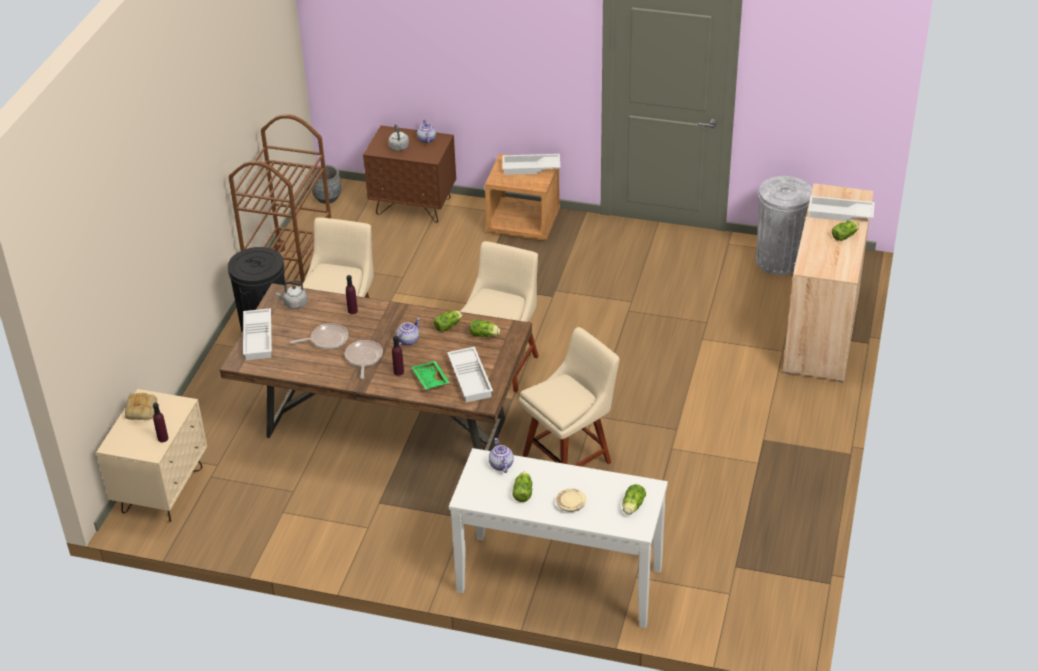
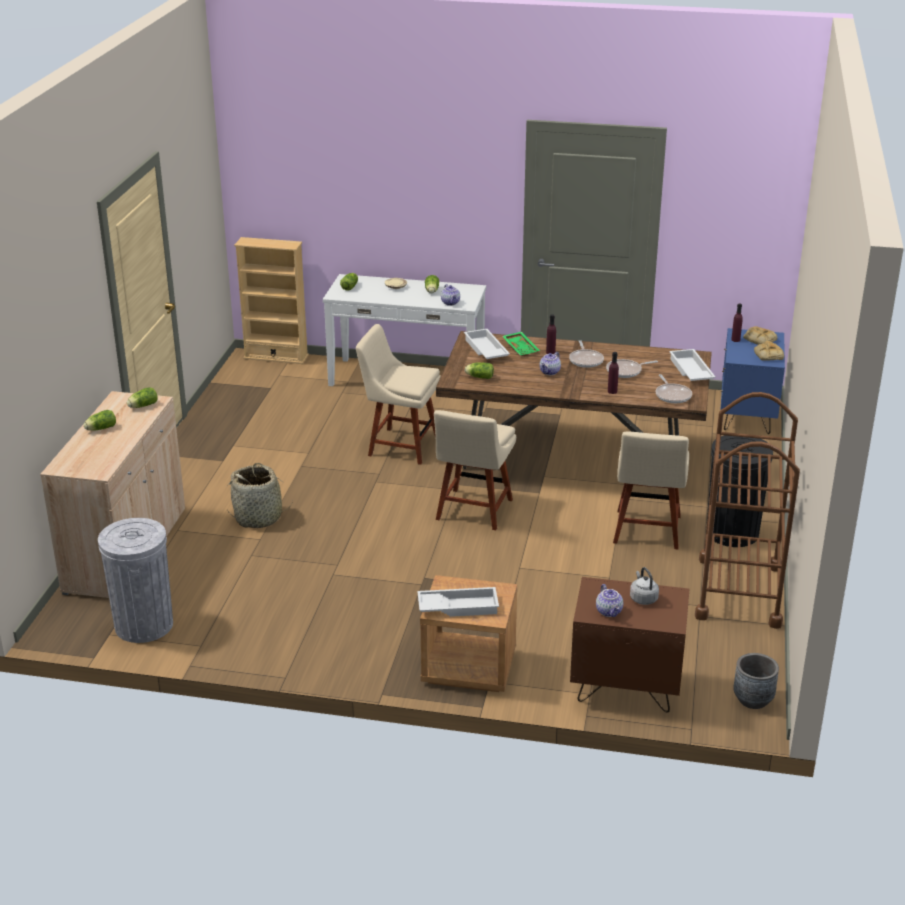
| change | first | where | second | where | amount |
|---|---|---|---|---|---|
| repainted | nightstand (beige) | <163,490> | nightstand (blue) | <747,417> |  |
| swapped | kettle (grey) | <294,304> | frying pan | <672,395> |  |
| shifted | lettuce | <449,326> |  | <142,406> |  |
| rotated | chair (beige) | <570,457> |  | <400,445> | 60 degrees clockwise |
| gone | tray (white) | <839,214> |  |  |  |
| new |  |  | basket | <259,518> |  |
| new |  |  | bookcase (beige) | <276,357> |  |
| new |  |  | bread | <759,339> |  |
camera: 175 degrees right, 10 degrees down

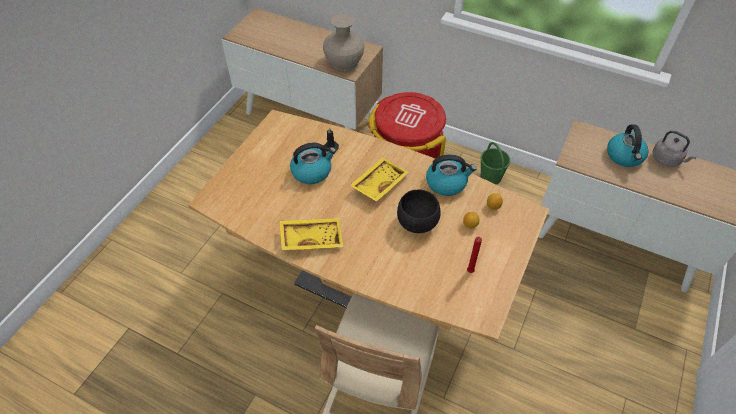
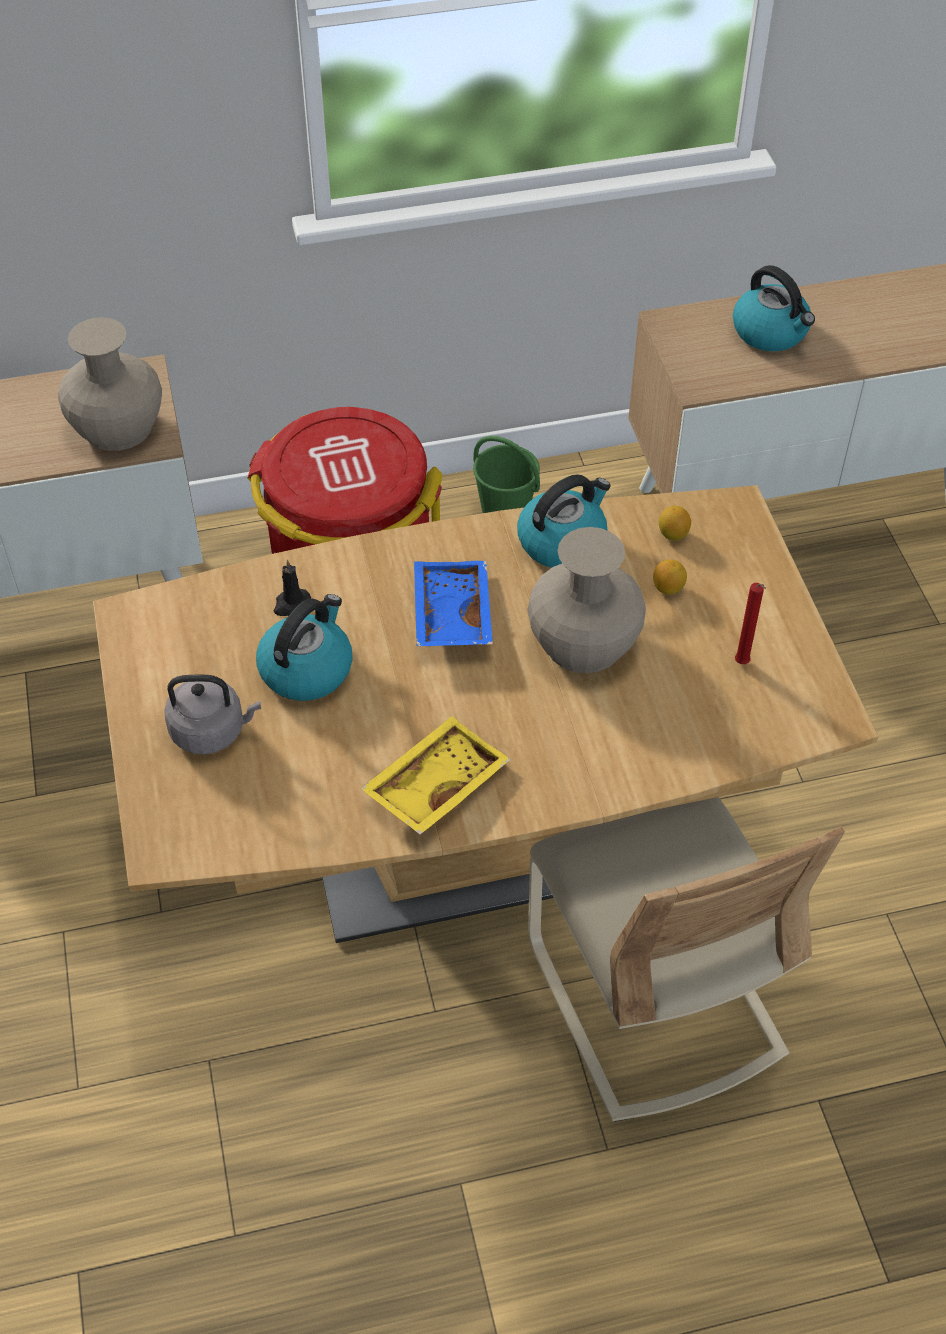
| change | first | where | second | where | amount |
|---|---|---|---|---|---|
| repainted | tray (yellow) | <378,183> | tray (blue) | <449,614> |  |
| swapped | bowl (black) | <416,224> | vase (beige) | <583,642> |  |
| shifted | kettle (grey) | <667,160> |  | <212,731> |  |
camera: 40 degrees left, 0 degrees up

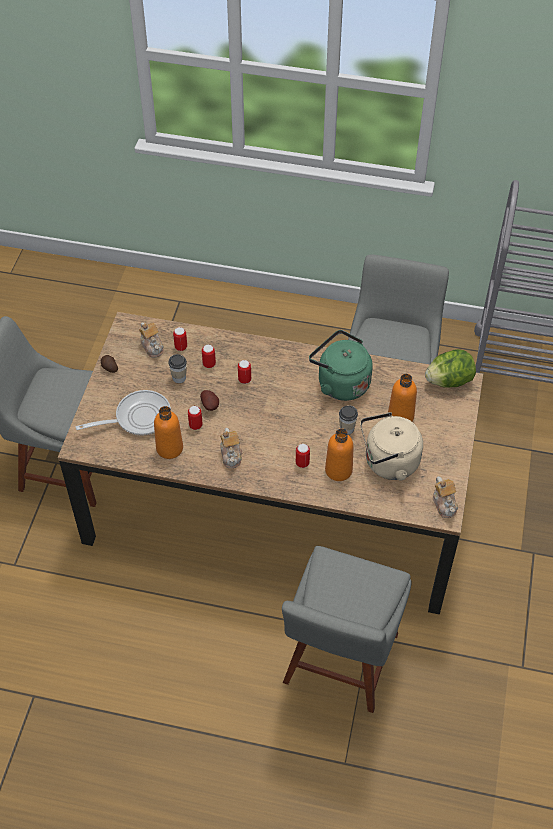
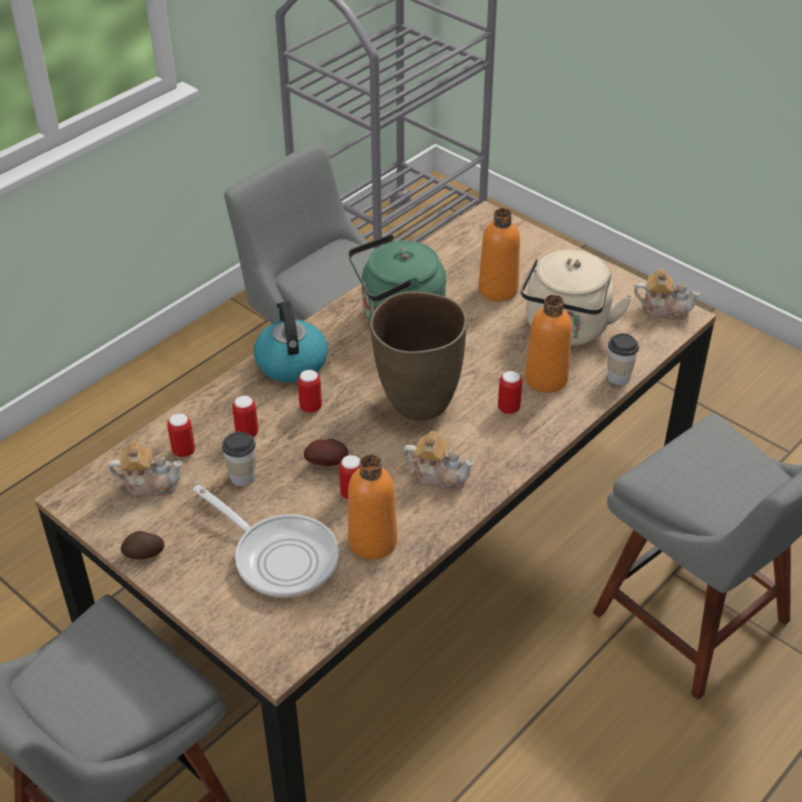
| change | first | where | second | where | amount |
|---|---|---|---|---|---|
| rotated | frying pan | <138,417> |  | <280,557> | 120 degrees clockwise |
| shifted | cup | <347,429> |  | <618,377> |  |
| gone | lettuce | <449,381> |  |  |  |
| new |  |  | kettle | <291,362> |  |
| new |  |  | vase (brown) | <418,403> |  |
camera: 60 degrees left, 10 degrees down

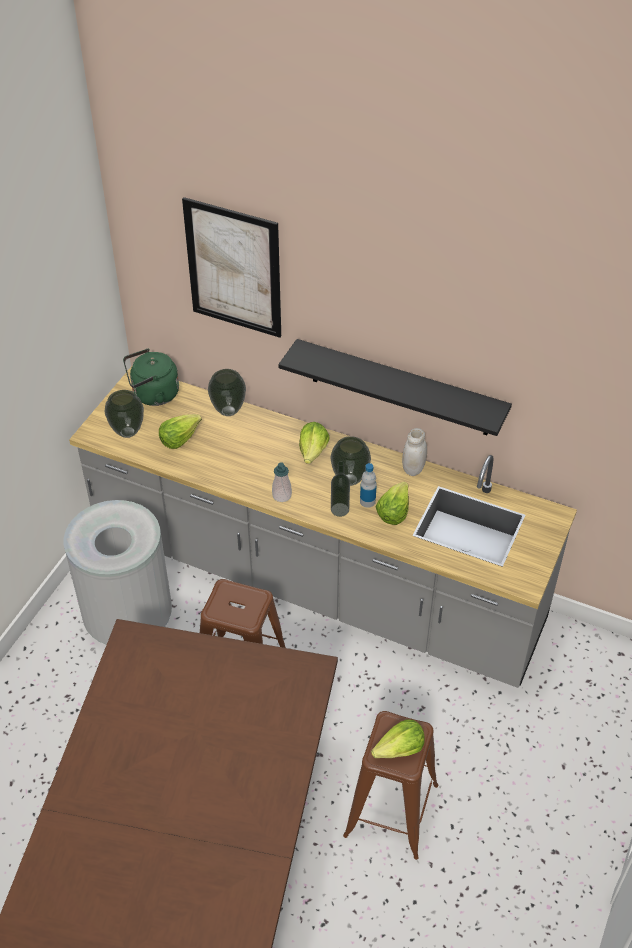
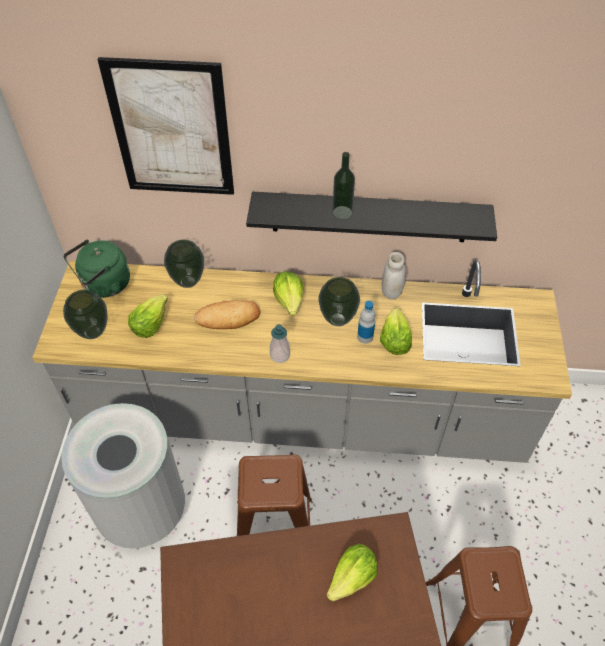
| change | first | where | second | where | amount |
|---|---|---|---|---|---|
| shifted | bottle | <339,509> |  | <342,212> |  |
| shifted | lettuce | <399,749> |  | <352,578> |  |
| new |  |  | bread | <228,318> |  |
camera: 20 degrees left, 5 degrees up

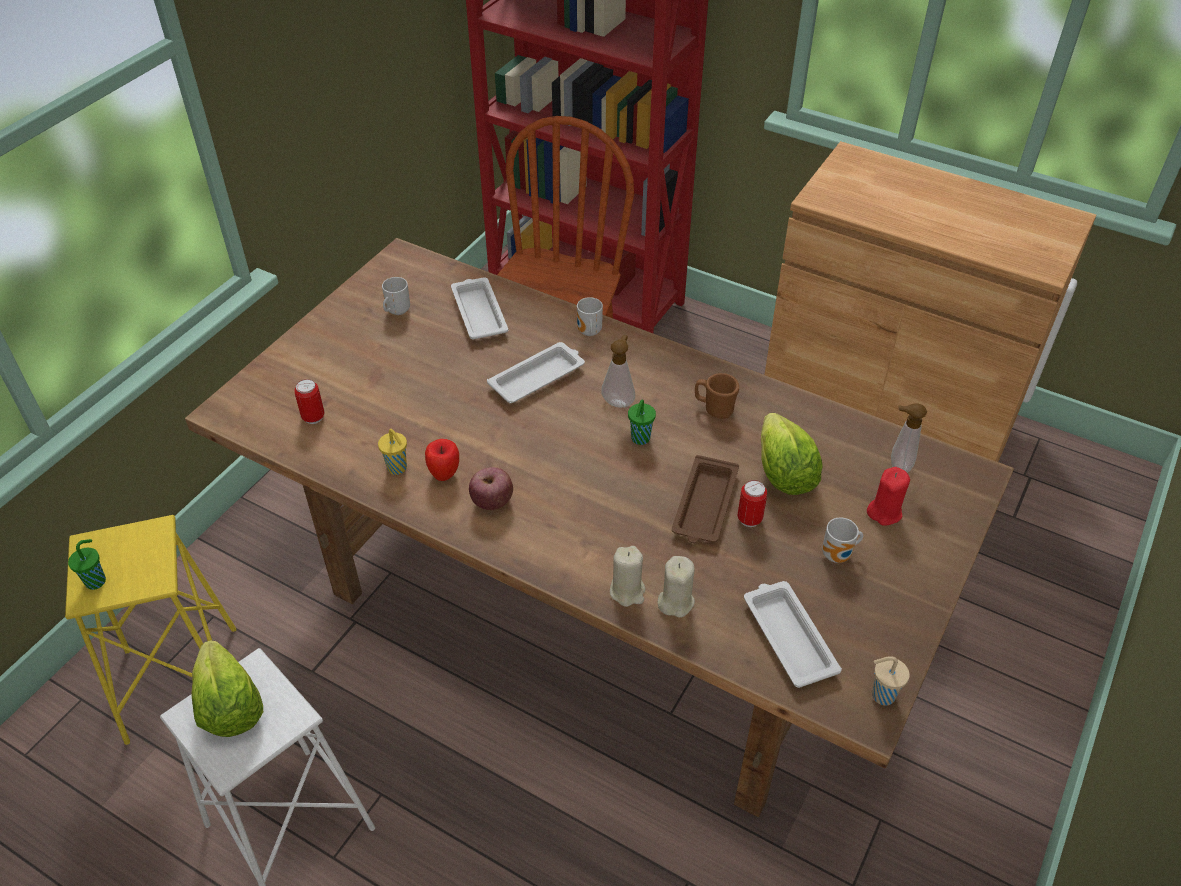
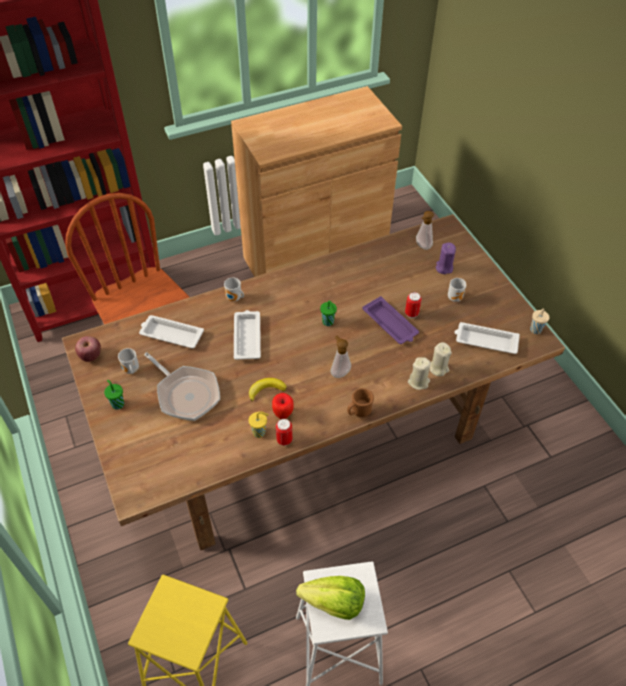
| change | first | where | second | where | amount |
|---|---|---|---|---|---|
| shifted | cup (green) | <96,580> |  | <117,404> |  |
| shifted | can | <313,417> |  | <284,440> |  |
| shifted | apple | <492,502> |  | <91,356> |  |
| shifted | soap dispenser | <618,401> |  | <339,372> |  |
| repainted | tray (brown) | <704,506> | tray (purple) | <390,324> |  |
| shifted | mug (brown) | <714,408> |  | <358,411> |  |
| gone | lettuce | <783,473> |  |  |  |
| repainted | candle (red) | <884,512> | candle (purple) | <444,268> |  |
| new |  |  | frying pan | <186,394> |  |
| new |  |  | banana | <266,390> |  |
camera: 55 degrees left, 5 degrees up

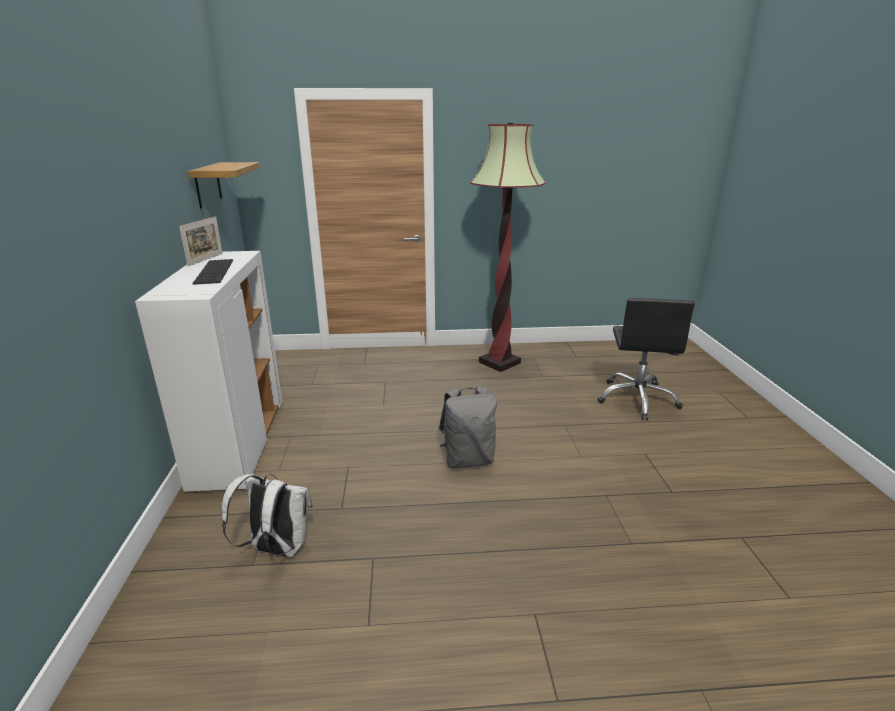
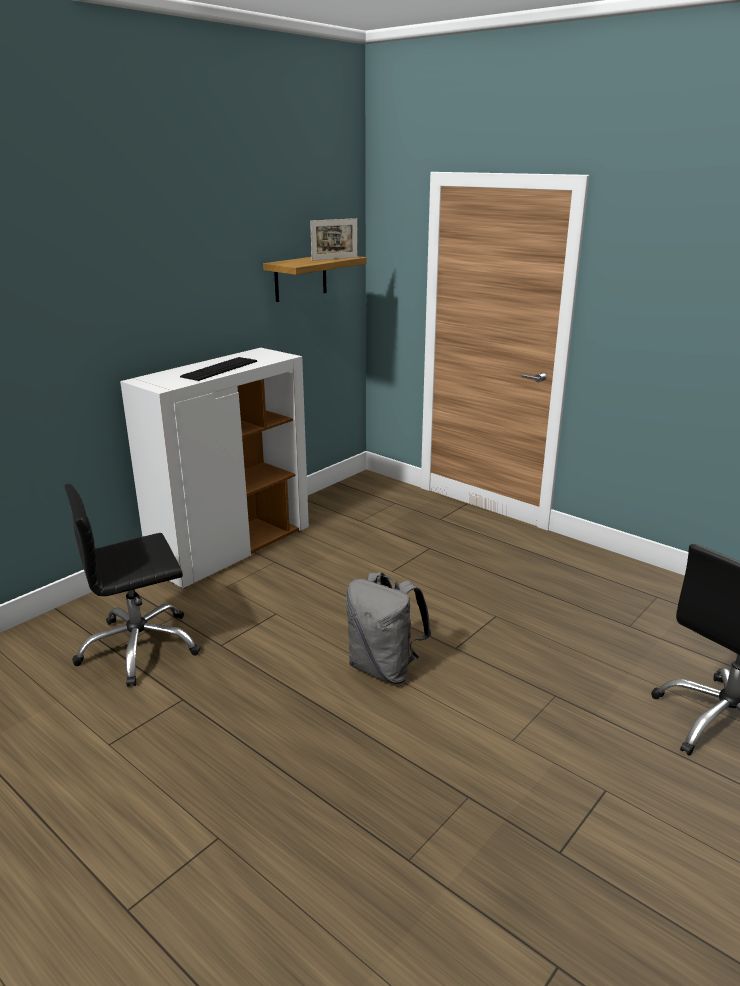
| change | first | where | second | where | amount |
|---|---|---|---|---|---|
| shifted | picture frame | <205,259> |  | <334,258> |  |
| swapped | backpack (white) | <276,549> | office chair (black) | <139,648> |  |
| gone | floor lamp | <499,362> |  |  |  |
camera: 45 degrees right, 0 degrees up

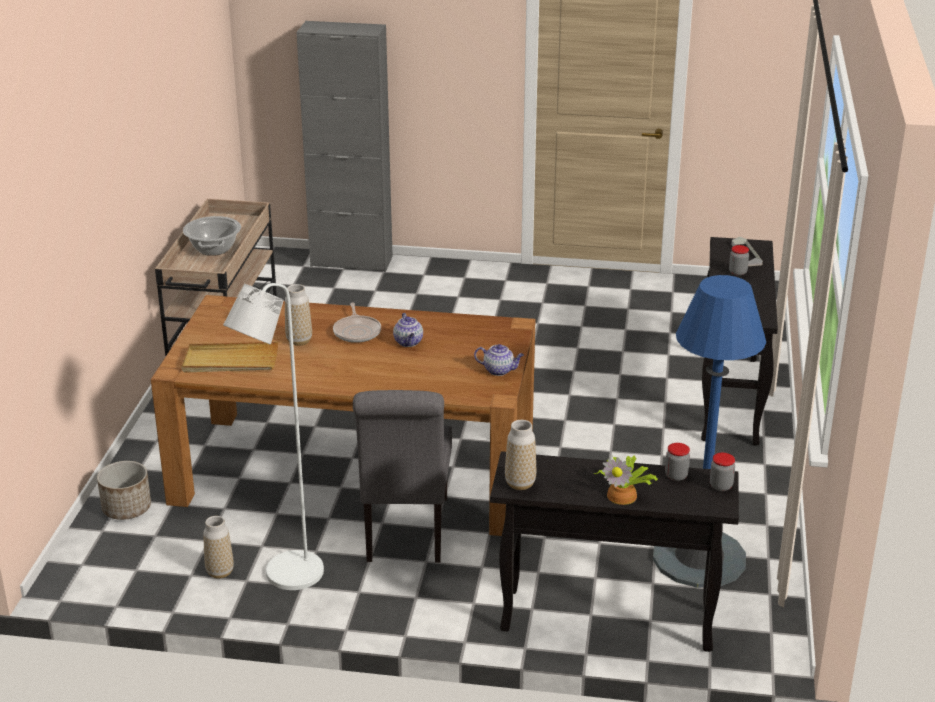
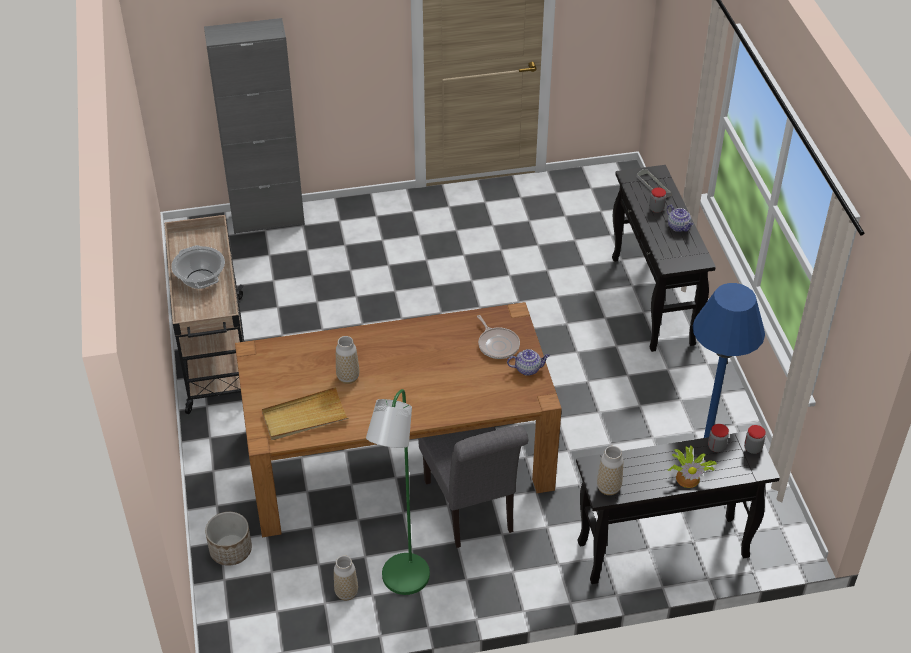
| change | first | where | second | where | amount |
|---|---|---|---|---|---|
| repainted | floor lamp (white) | <286,577> | floor lamp (green) | <402,582> |  |
| shifted | frying pan | <357,331> |  | <497,344> |  |
| shifted | teapot | <409,342> |  | <679,227> |  |
camera: 20 degrees left, 15 degrees up

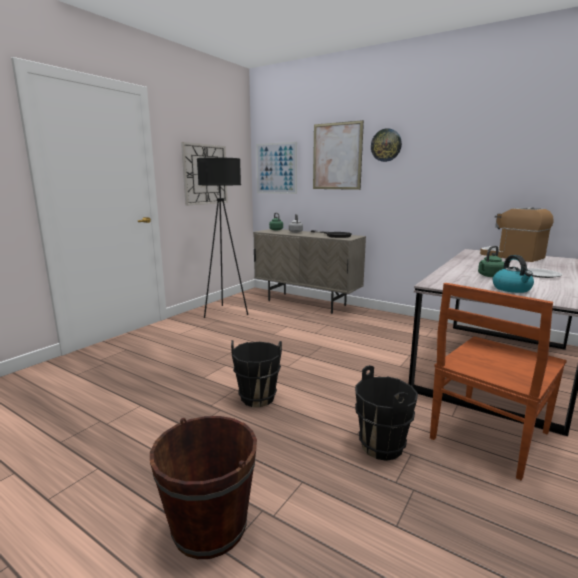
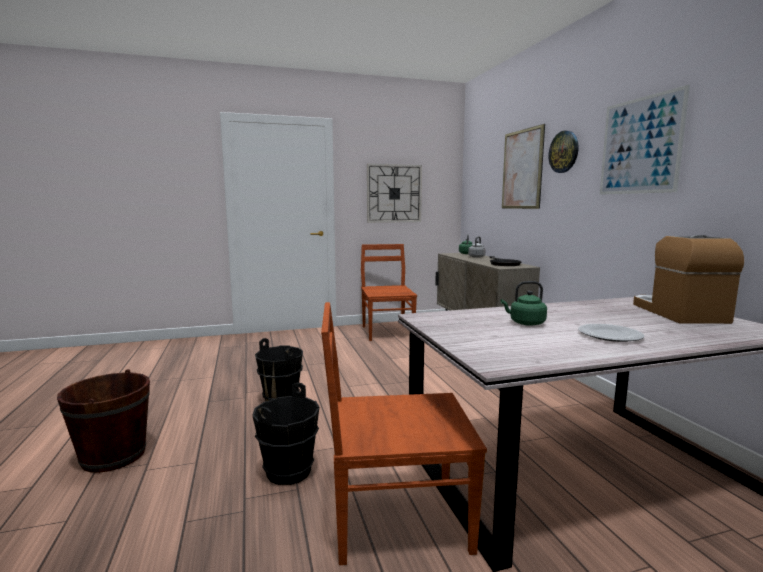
| change | first | where | second | where | amount |
|---|---|---|---|---|---|
| swapped | floor lamp (black) | <225,312> | chair (brown) | <387,332> |  |
| shifted | picture | <276,168> |  | <640,146> |  |
| gone | kettle | <512,289> |  |  |  |
camera: 40 degrees right, 5 degrees down

